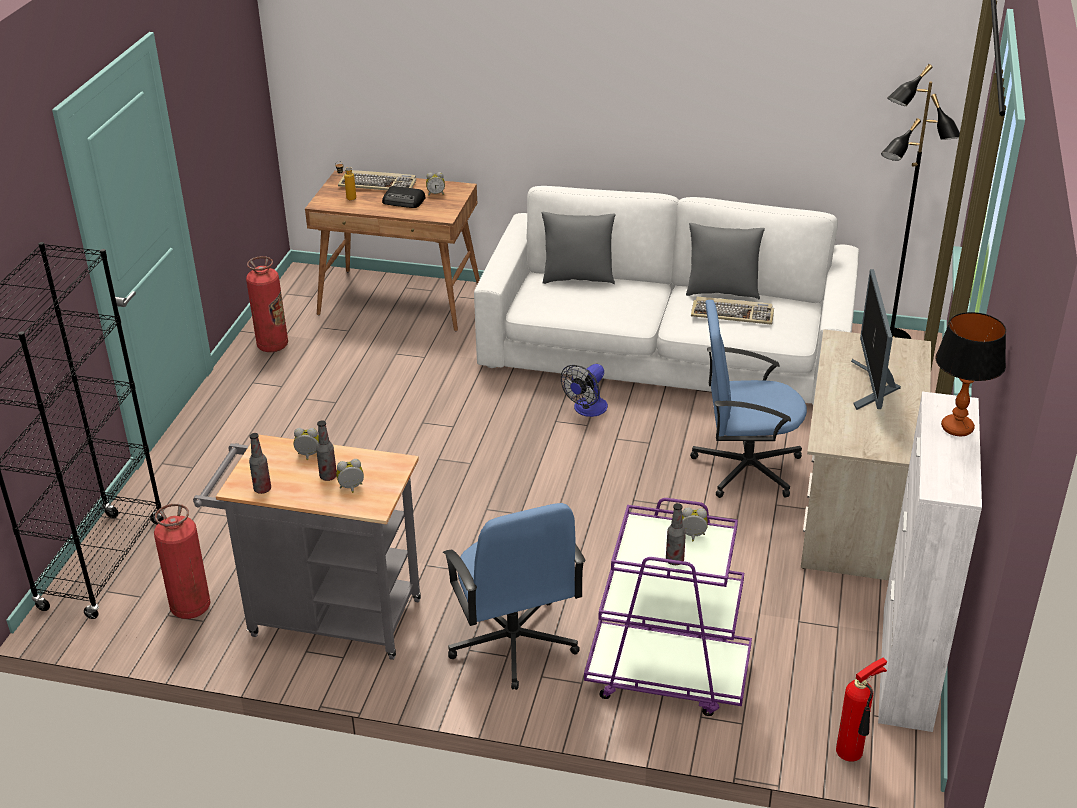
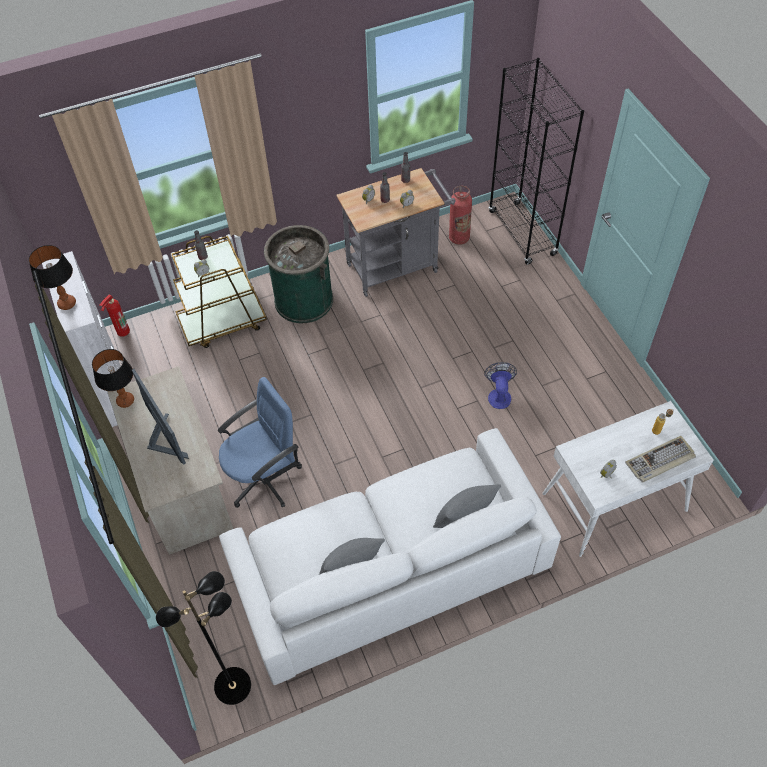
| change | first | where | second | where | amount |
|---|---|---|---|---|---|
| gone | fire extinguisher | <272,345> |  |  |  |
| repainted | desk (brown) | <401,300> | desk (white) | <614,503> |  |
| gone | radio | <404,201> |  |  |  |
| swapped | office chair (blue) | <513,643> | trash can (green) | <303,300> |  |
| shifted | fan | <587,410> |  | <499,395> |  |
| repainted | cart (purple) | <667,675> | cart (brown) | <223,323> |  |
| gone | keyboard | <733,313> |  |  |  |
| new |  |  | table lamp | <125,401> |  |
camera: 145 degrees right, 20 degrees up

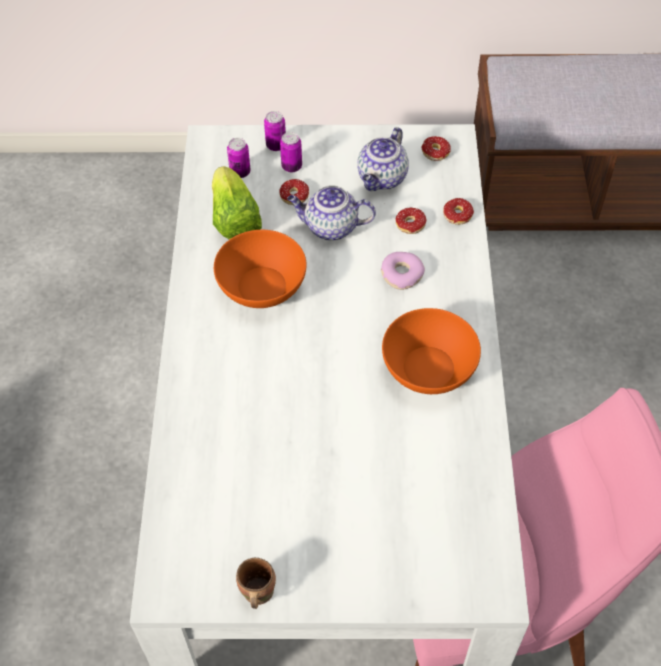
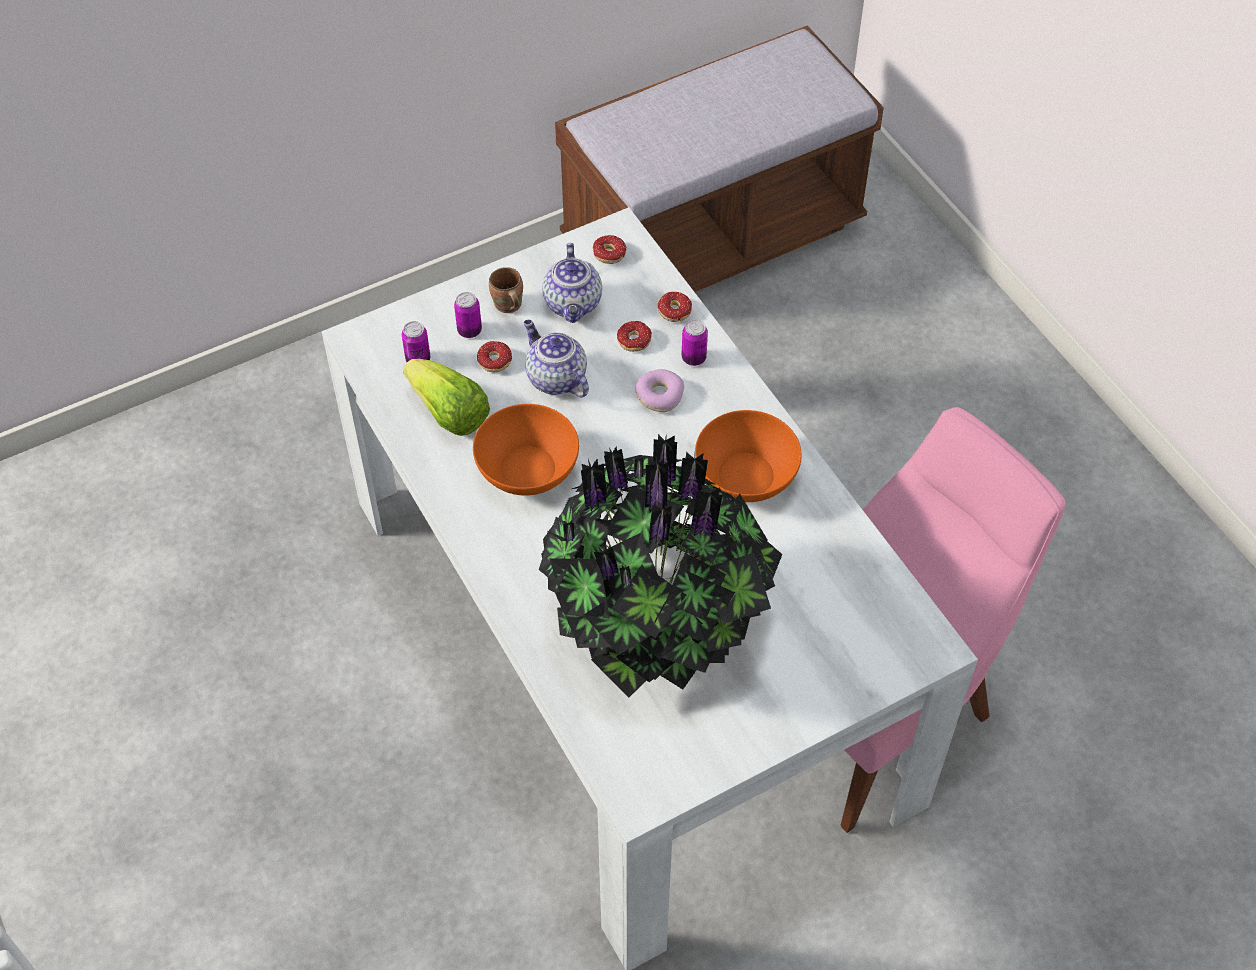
| change | first | where | second | where | amount |
|---|---|---|---|---|---|
| shifted | mug (brown) | <256,593> |  | <507,306> |  |
| shifted | can | <276,145> |  | <693,358> |  |
| rotated | teapot | <330,227> |  | <555,378> | 75 degrees clockwise |
| new |  |  | potted plant | <657,619> |  |
camera: 30 degrees left, 0 degrees up

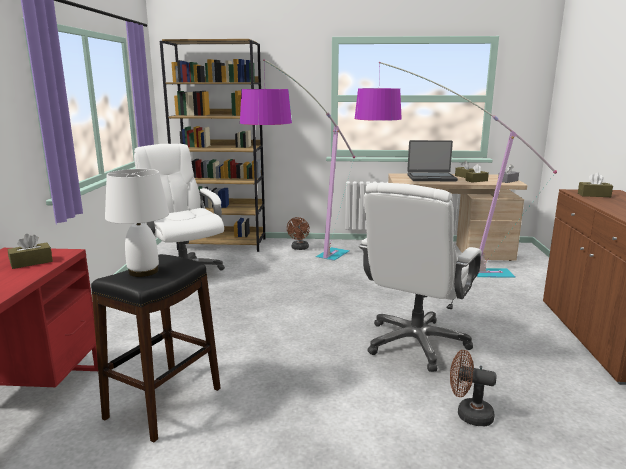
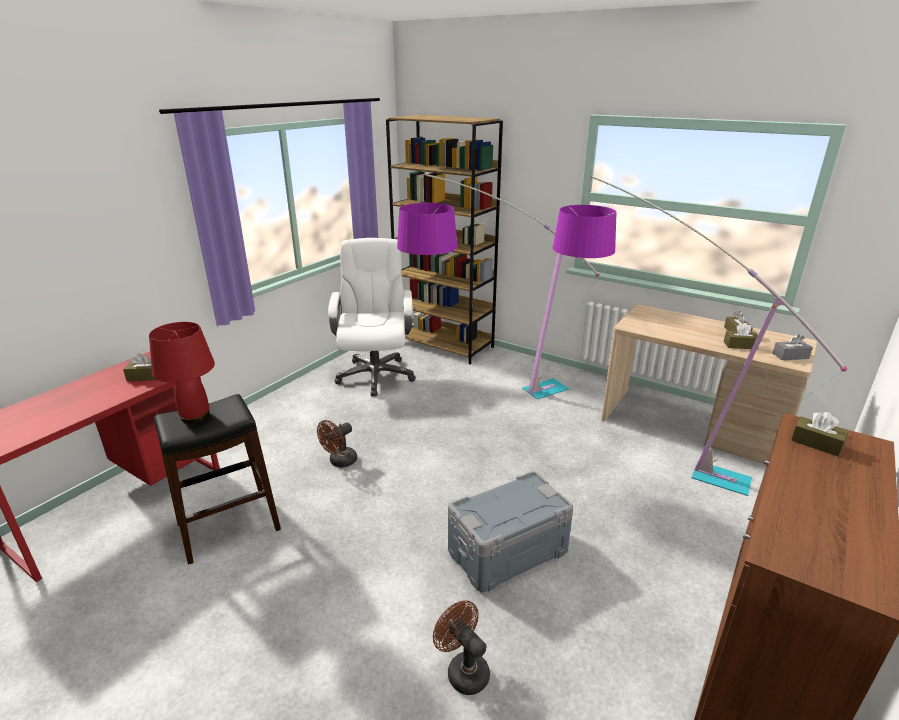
| change | first | where | second | where | amount |
|---|---|---|---|---|---|
| repainted | table lamp (white) | <144,272> | table lamp (red) | <195,416> |  |
| shifted | fan (brown) | <299,248> |  | <340,462> |  |
| swapped | office chair (white) | <415,343> | storage box (grey) | <506,551> |  |
| gone | laptop | <431,178> |  |  |  |
camera: 30 degrees right, 10 degrees up

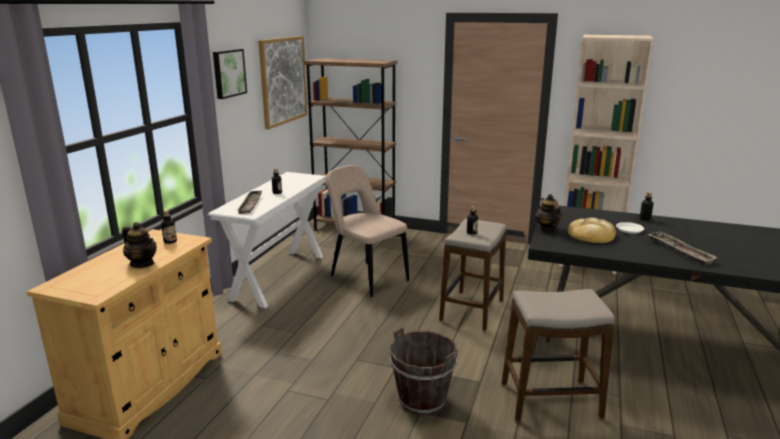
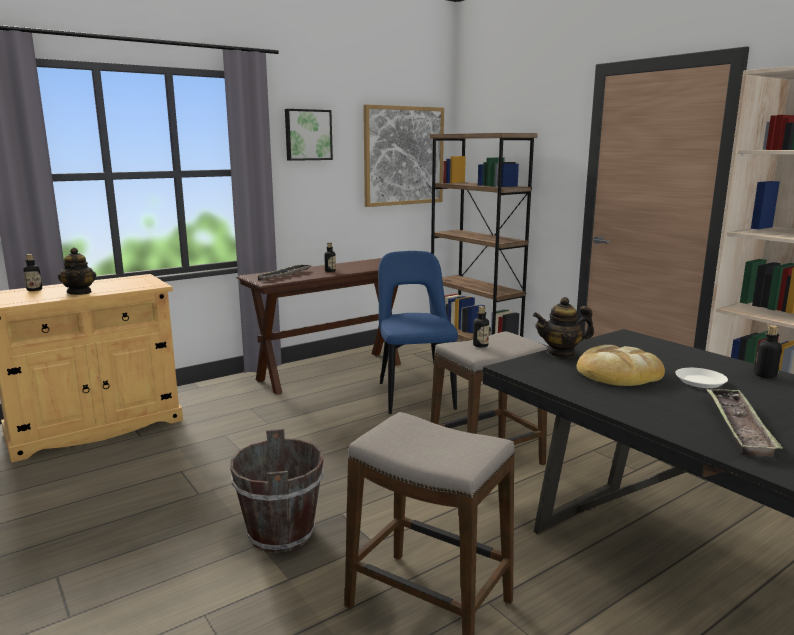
| change | first | where | second | where | amount |
|---|---|---|---|---|---|
| shifted | bottle | <170,241> |  | <34,290> |  |
| repainted | console table (white) | <279,277> | console table (brown) | <331,371> |  |
| repainted | chair (beige) | <366,277> | chair (blue) | <415,395> |  |
| rotated | teapot | <547,229> |  | <561,353> | 120 degrees counterclockwise |
camera: 35 degrees right, 5 degrees down

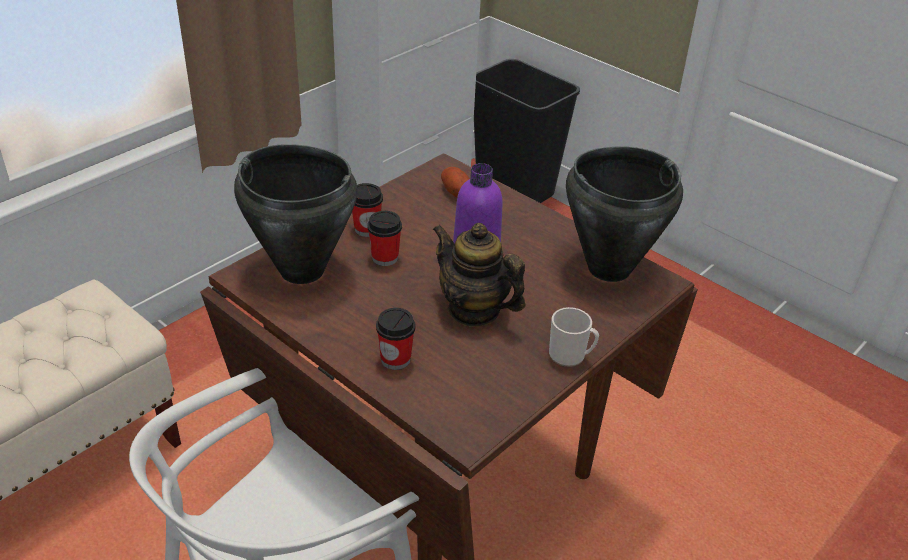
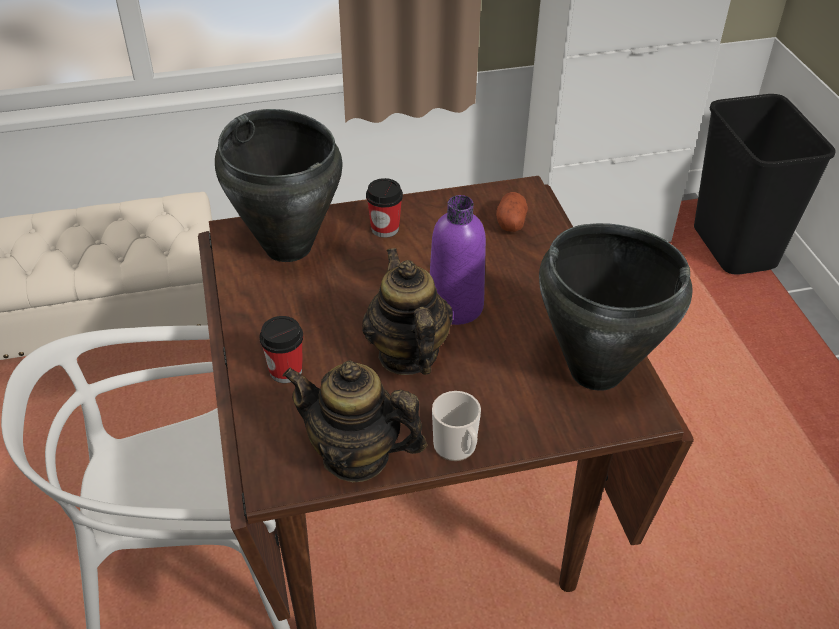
| change | first | where | second | where | amount |
|---|---|---|---|---|---|
| gone | cup | <385,258> |  |  |  |
| new |  |  | teapot | <356,456> |  |
camera: 35 degrees right, 5 degrees up

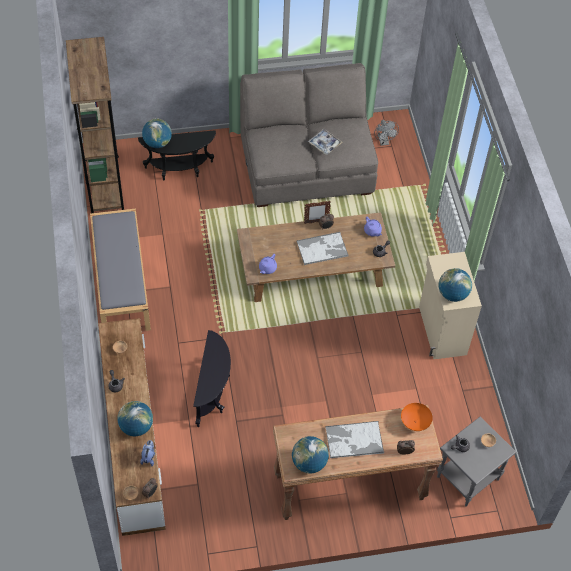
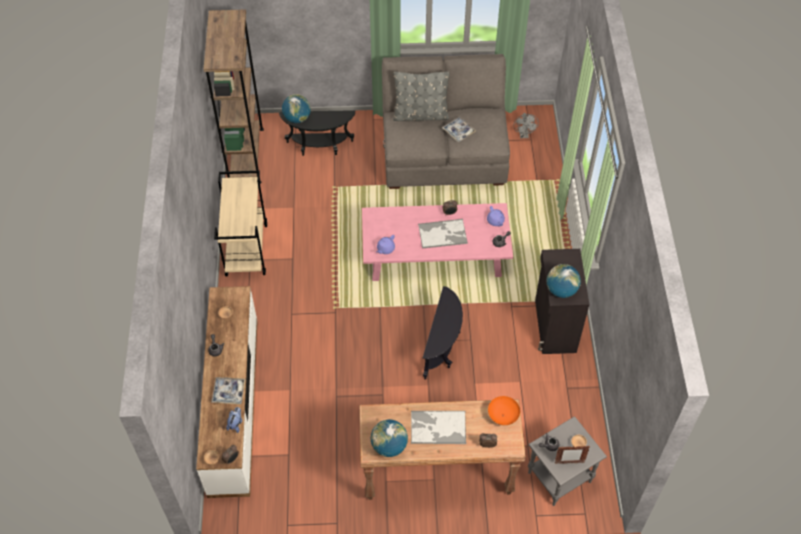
| change | first | where | second | where | amount |
|---|---|---|---|---|---|
| swapped | bench (grey) | <121,281> | cart (beige) | <246,249> |  |
| swapped | globe | <136,427> | tray | <229,392> |  |
| shifted | side table (black) | <213,394> |  | <442,349> |  |
| repainted | coffee table (brown) | <313,268> | coffee table (pink) | <435,253> |  |
| shifted | picture frame | <316,222> |  | <569,462> |  |
| repainted | cabinet (beige) | <441,331> | cabinet (black) | <554,326> |  |
| new |  |  | pillow (grey) | <420,115> |  |
camera: 10 degrees right, 0 degrees up

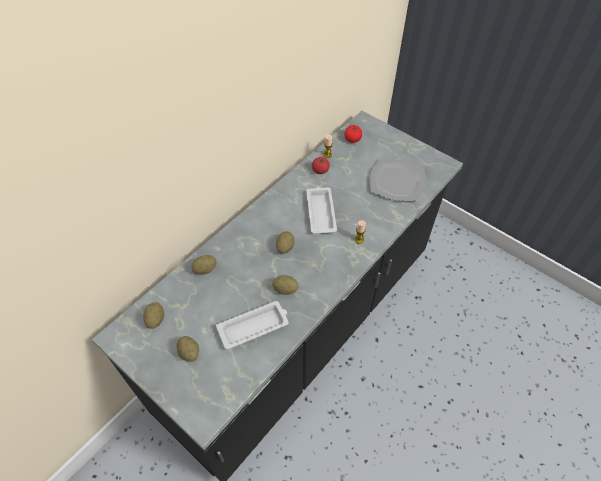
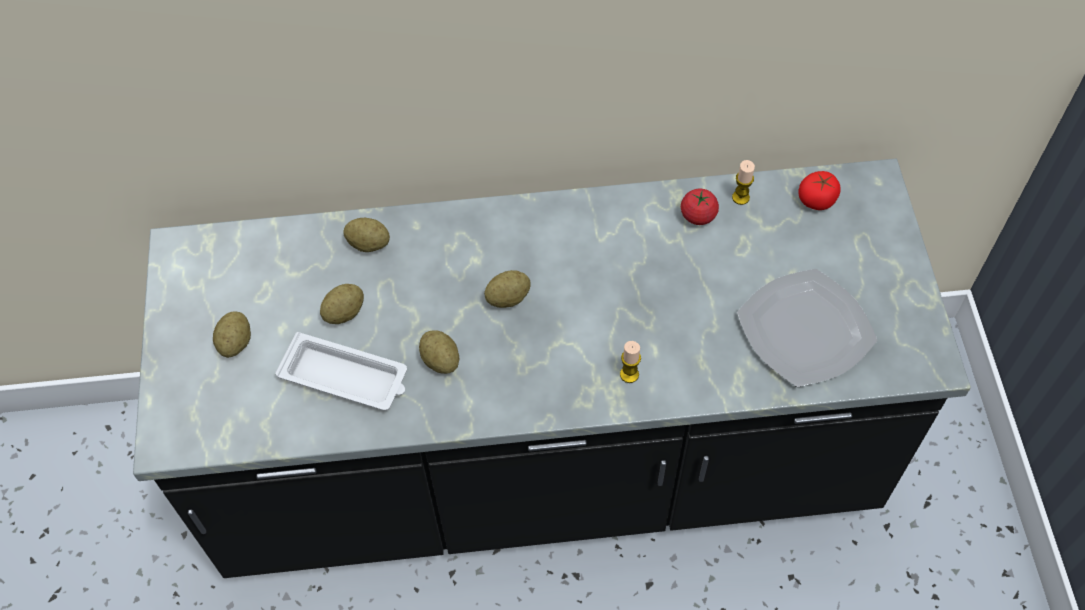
| change | first | where | second | where | amount |
|---|---|---|---|---|---|
| shifted | potato | <155,319> |  | <344,312> |  |
| gone | tray (white) | <320,212> |  |  |  |
camera: 45 degrees right, 5 degrees up

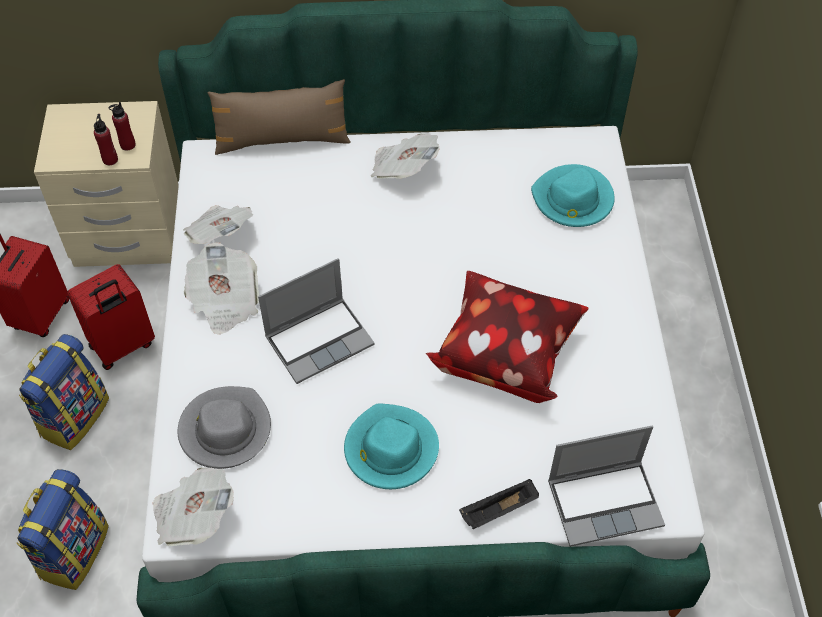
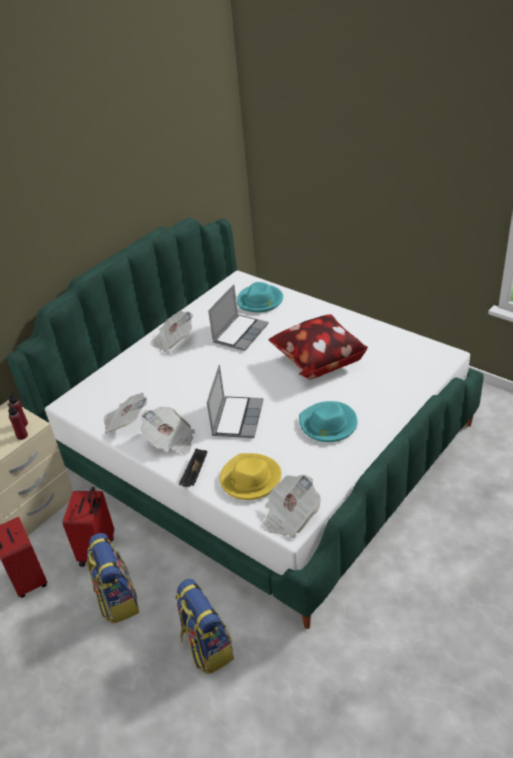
| change | first | where | second | where | amount |
|---|---|---|---|---|---|
| repainted | hat (grey) | <225,429> | hat (yellow) | <250,479> |  |
| gone | pillow (brown) | <282,140> |  |  |  |
| shifted | tray (black) | <498,511> |  | <195,474> |  |
| shifted | laptop | <605,502> |  | <240,333> |  |
camera: 45 degrees left, 15 degrees down

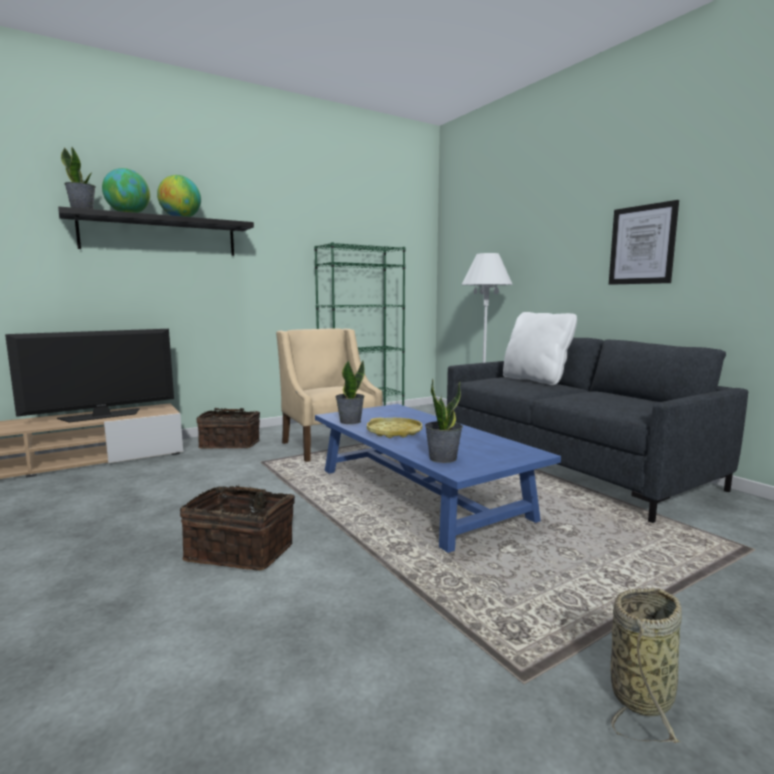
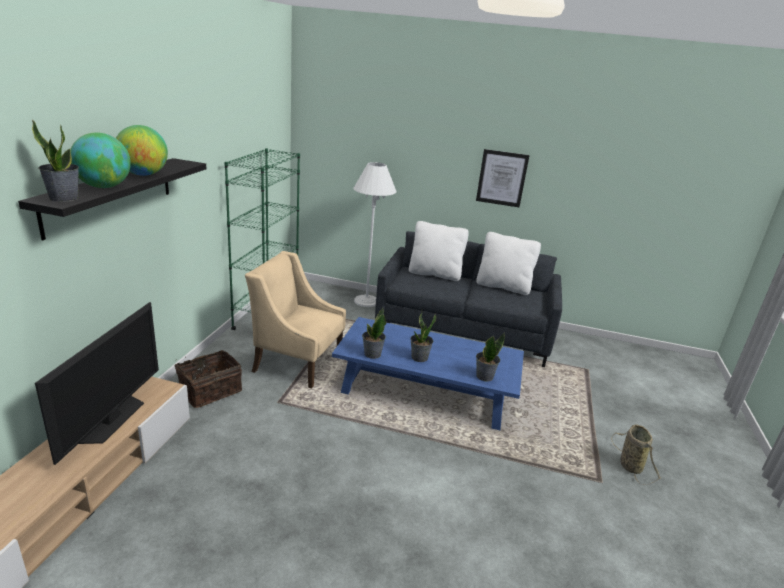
| change | first | where | second | where | amount |
|---|---|---|---|---|---|
| gone | basket | <242,551> |  |  |  |
| swapped | tray (yellow) | <394,432> | potted plant | <419,358> |  |
| new |  |  | pillow (white) | <503,286> |  |
camera: 45 degrees left, 15 degrees up

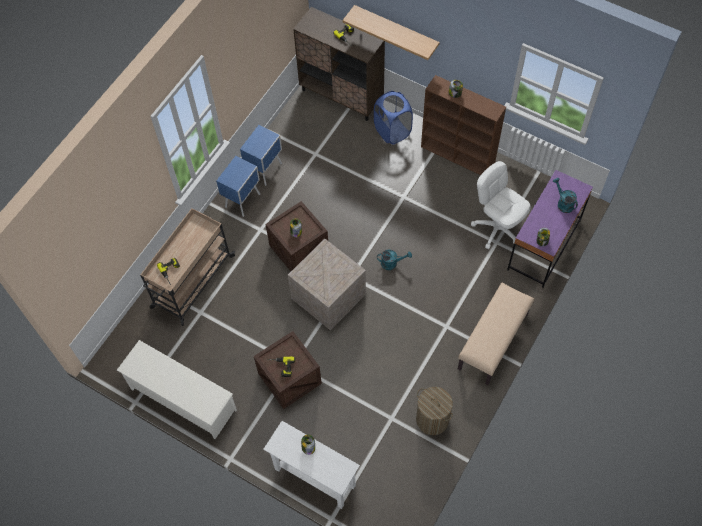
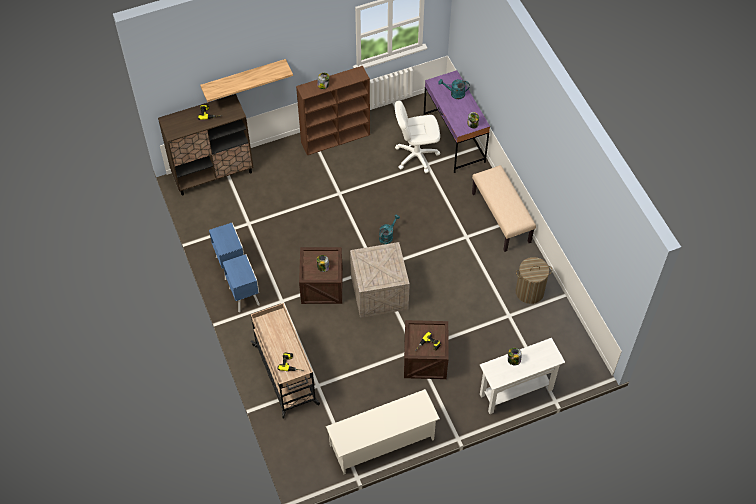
| change | first | where | second | where | amount |
|---|---|---|---|---|---|
| gone | laundry basket (blue) | <392,131> |  |  |  |
camera: 55 degrees left, 5 degrees down

